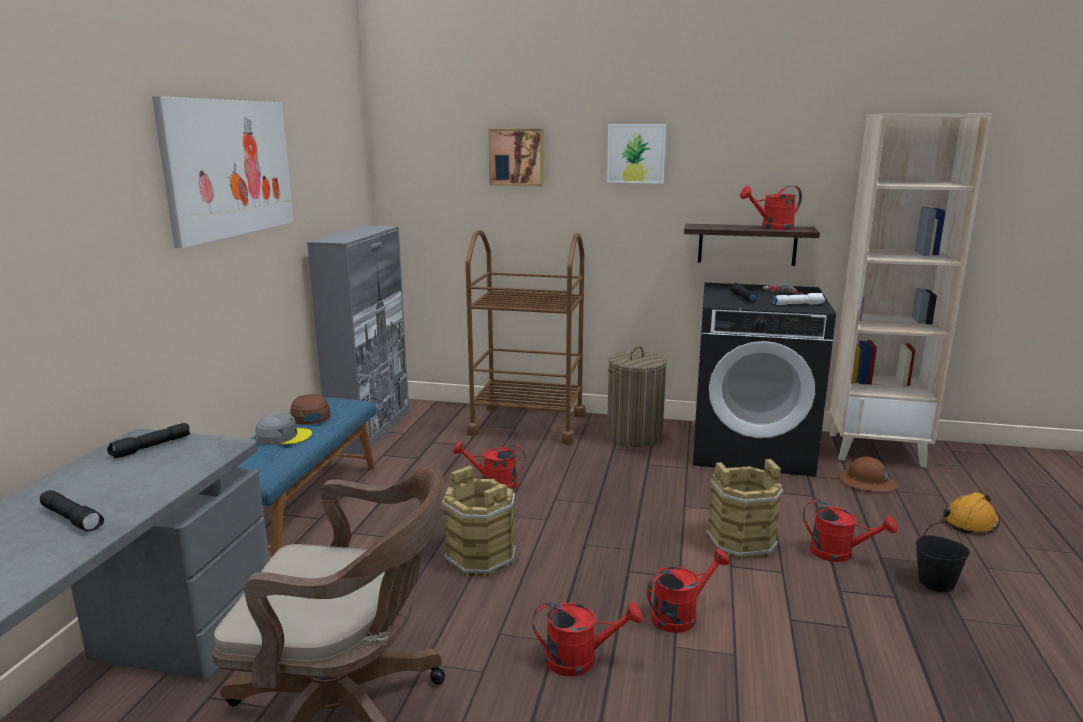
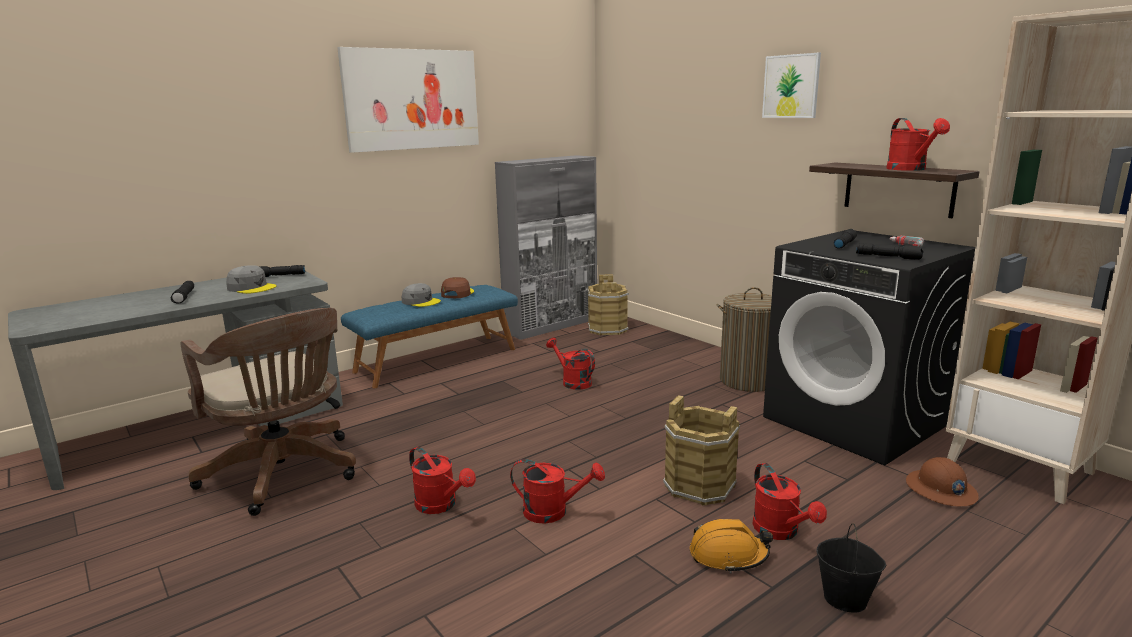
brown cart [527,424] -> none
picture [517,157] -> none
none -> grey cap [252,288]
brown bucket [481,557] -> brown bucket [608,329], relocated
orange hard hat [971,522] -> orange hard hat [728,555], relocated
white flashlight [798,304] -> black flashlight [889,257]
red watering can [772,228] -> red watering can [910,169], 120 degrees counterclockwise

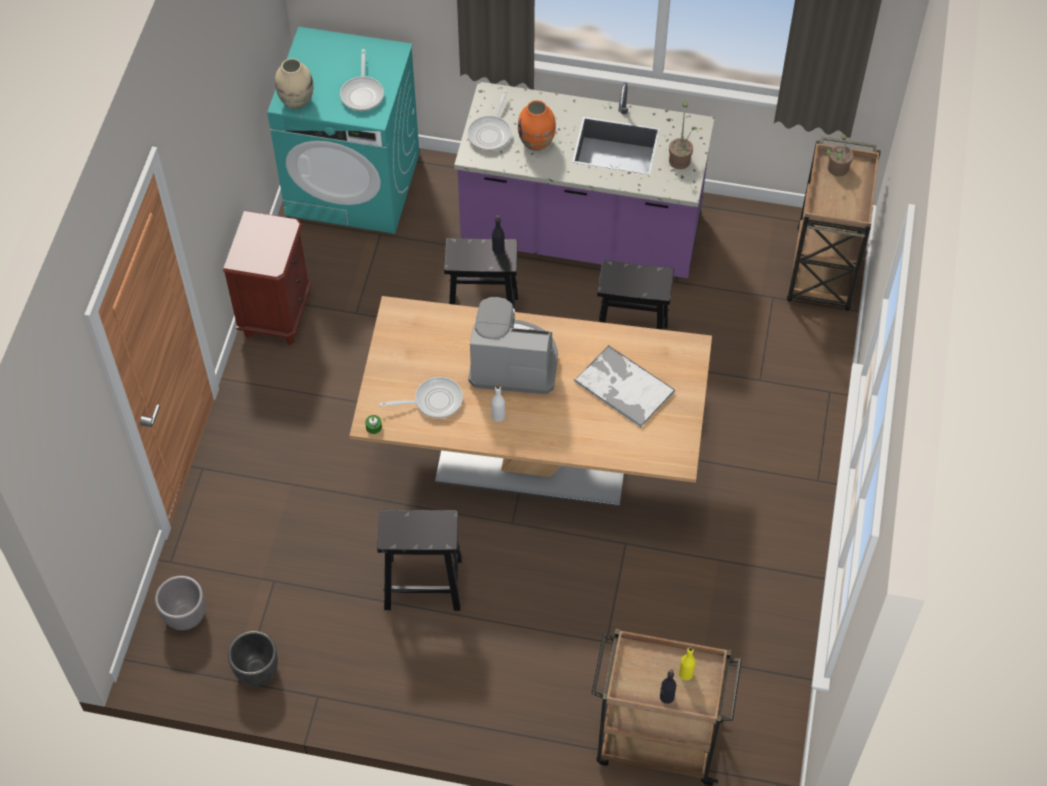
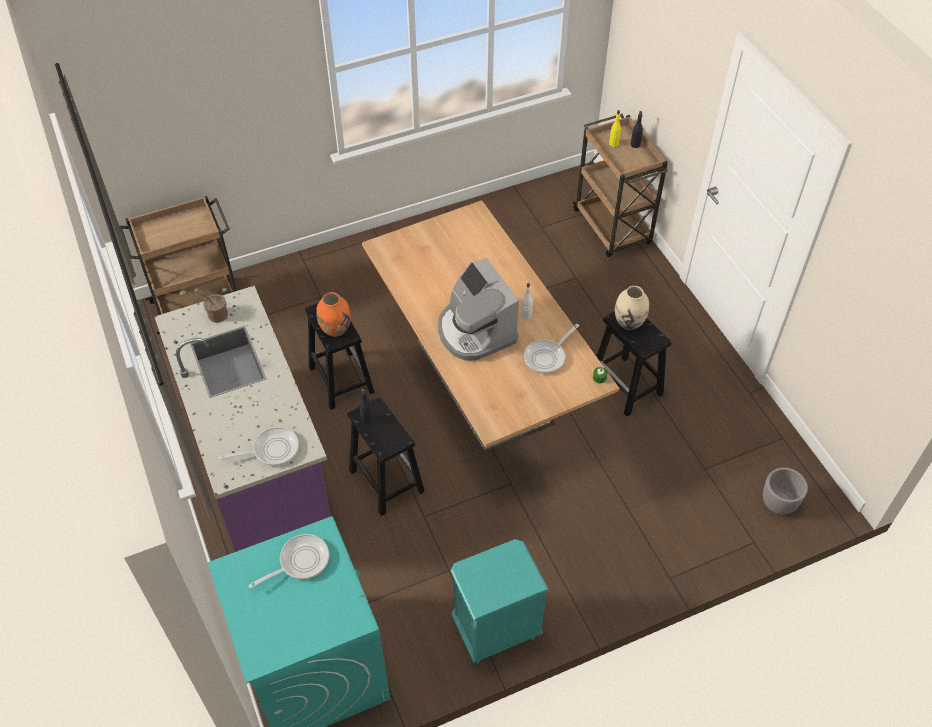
black planter [256,671] -> none
tray [623,386] -> none
potted plant [836,170] -> none
beige vase [296,102] -> beige vase [629,322], relocated
orange vase [537,143] -> orange vase [335,329], relocated
brown nightstand [276,313] -> turquoise nightstand [495,629]
frying pan [434,401] -> frying pan [547,357], 90 degrees counterclockwise

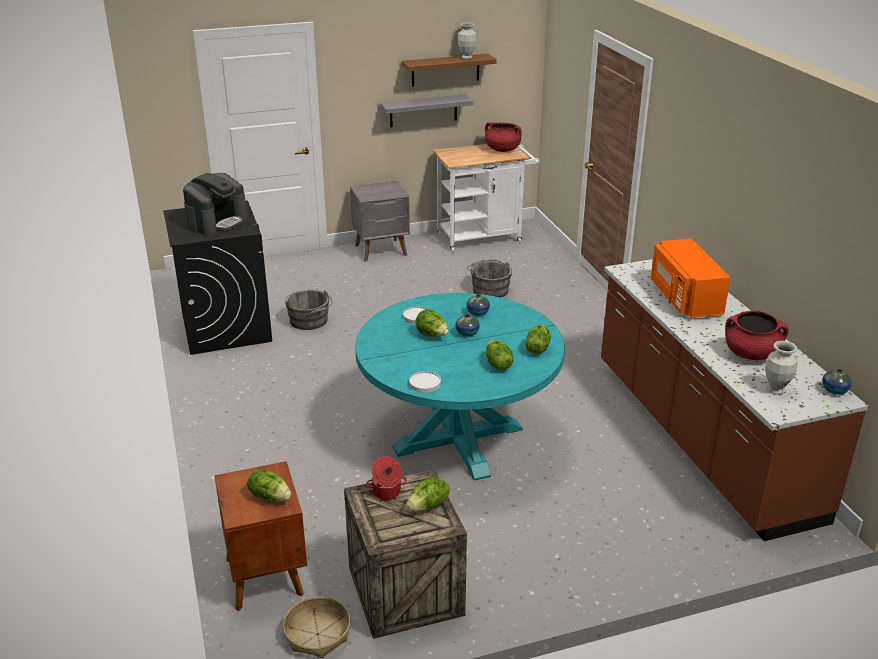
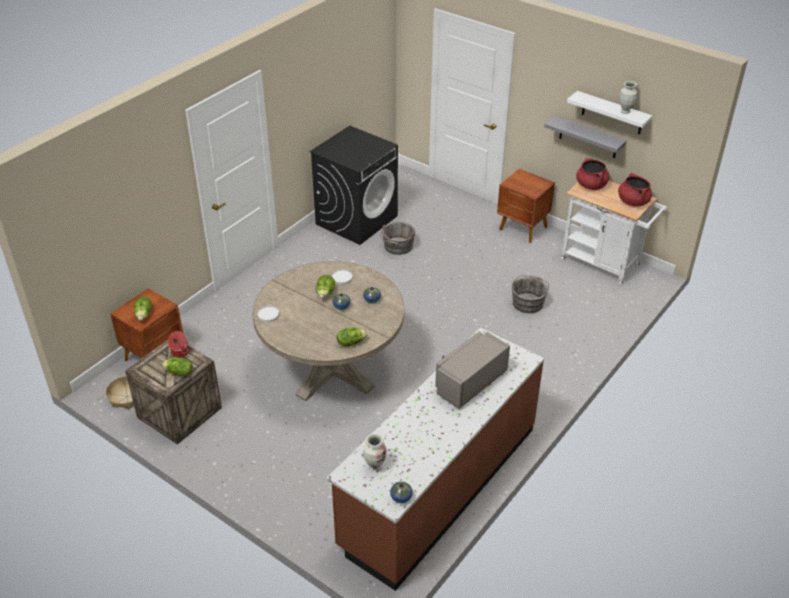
coffee machine [217,222] -> none
lettuce [497,365] -> none
red cooking pot [751,354] -> red cooking pot [591,185], relocated
grey nightstand [382,250] -> brown nightstand [523,229]
turquoise dining table [458,438] -> beige dining table [332,370]
brown shelf [445,70] -> white shelf [612,113]
orange microwave [684,298] -> grey microwave [469,382]

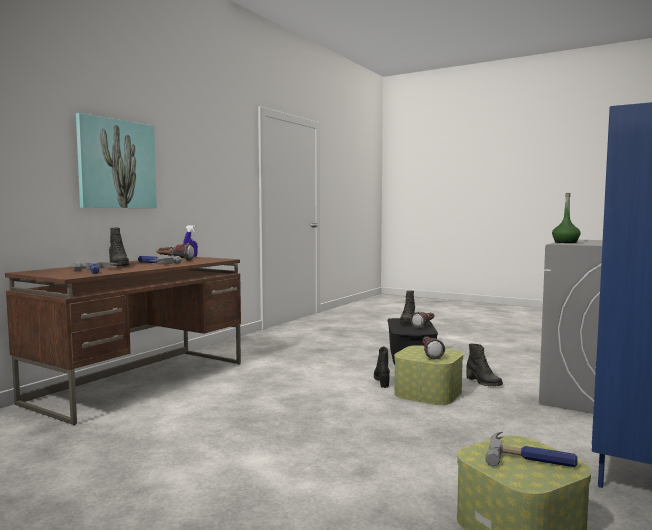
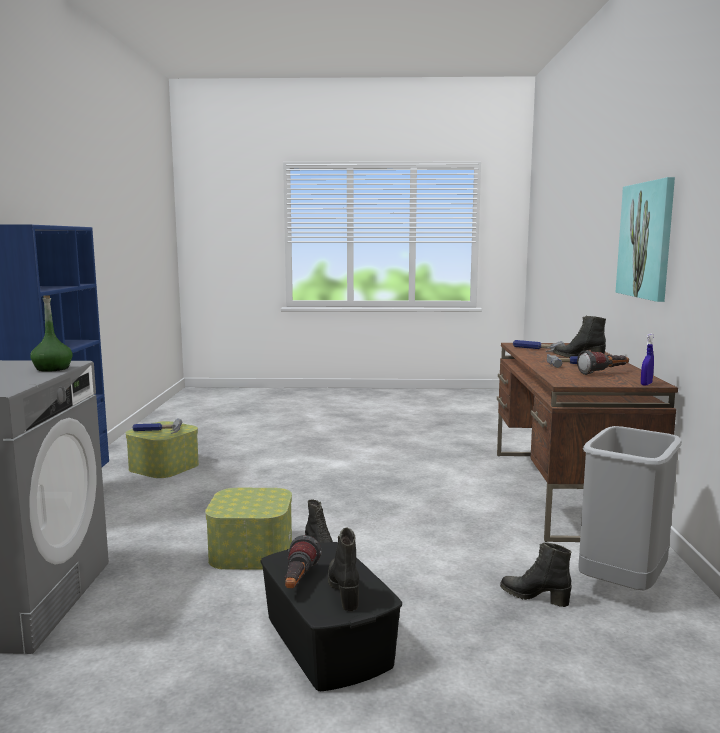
flashlight [429,354] -> none
none -> grey trash can [623,585]
black boot [483,382] -> black boot [534,597], relocated

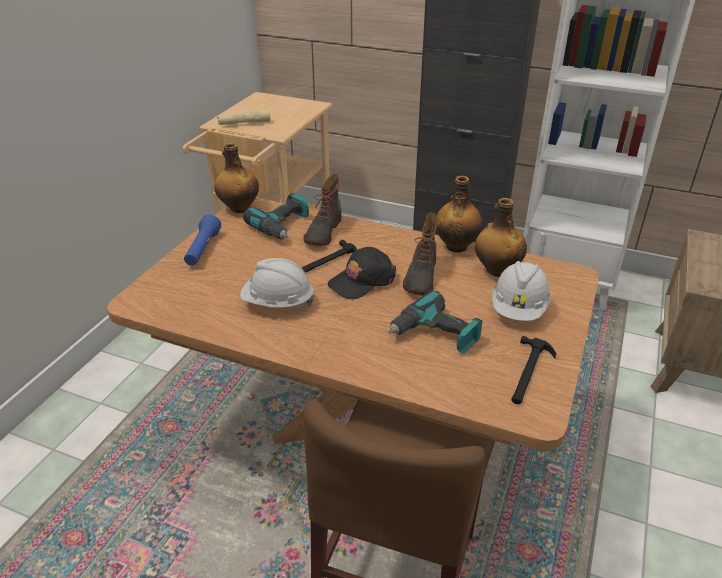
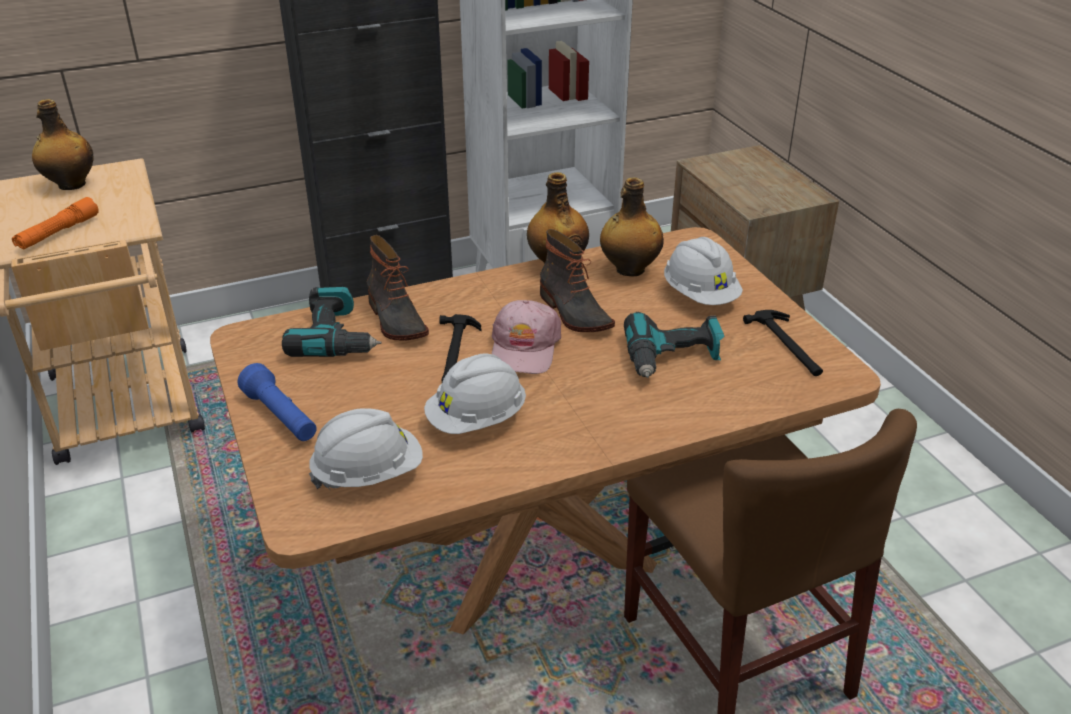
none -> white hard hat [368,473]
bottle [239,208] -> bottle [71,185], relocated
beige flashlight [244,123] -> orange flashlight [58,233]
black cap [362,280] -> pink cap [524,348]

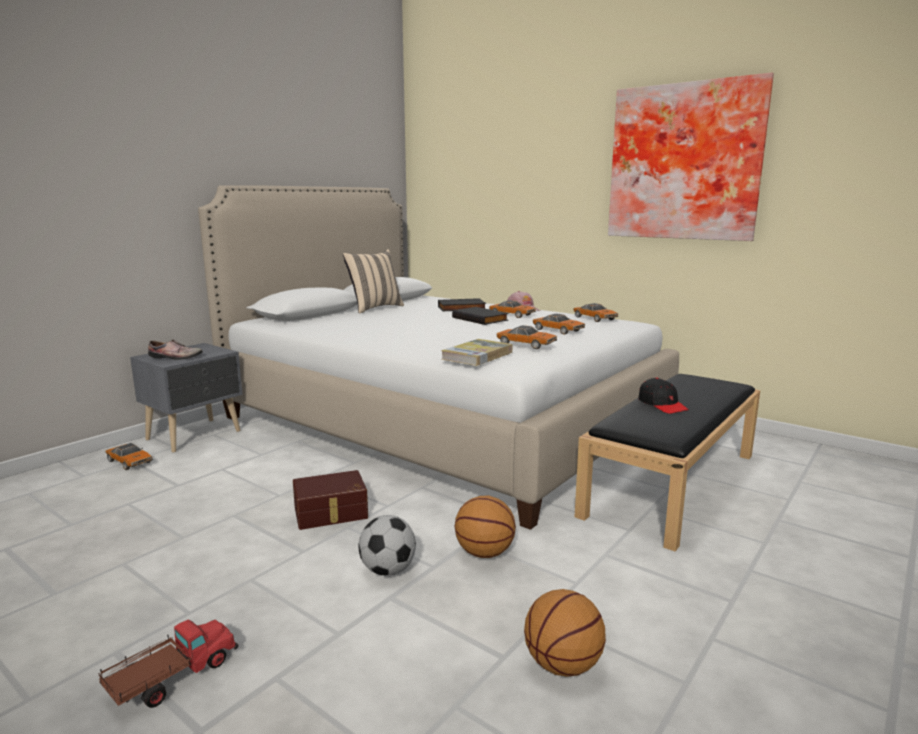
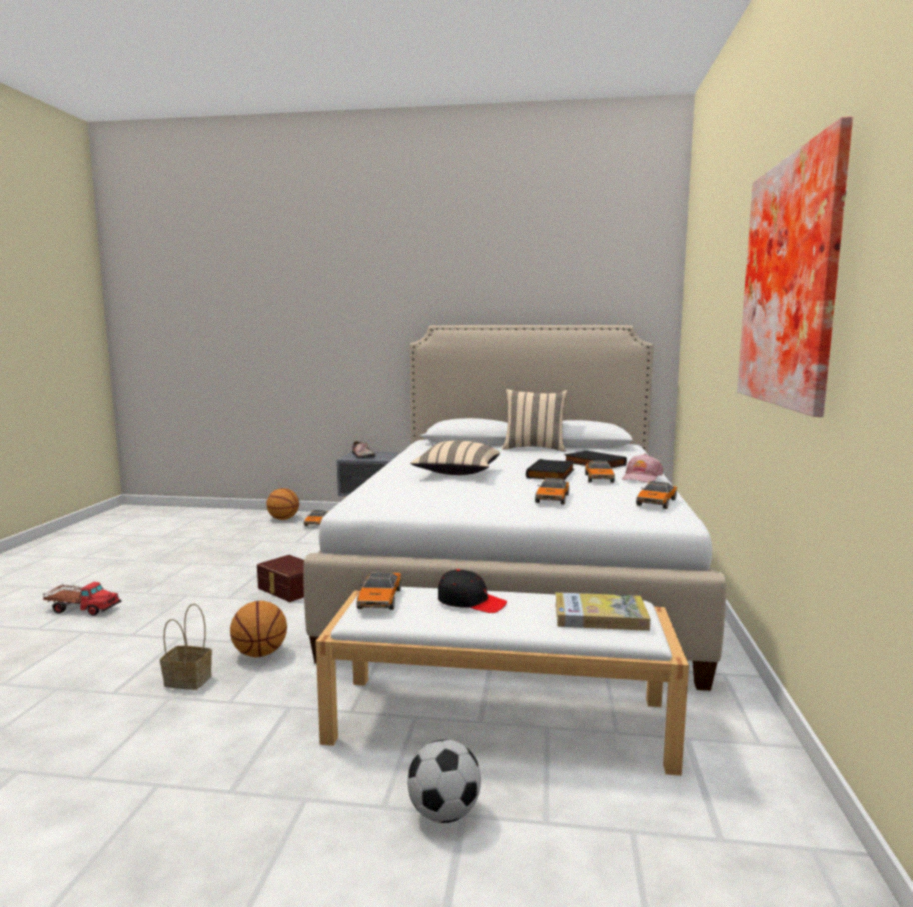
none -> basket [189,680]
none -> beige pillow [457,474]
football [387,570] -> football [444,813], relocated
book [477,355] -> book [600,616], relocated
toy car [526,344] -> toy car [379,599], relocated
basketball [562,664] -> basketball [283,519], relocated
black bench [671,482] -> white bench [501,720]
black cap [662,404] -> black cap [471,602], 105 degrees counterclockwise

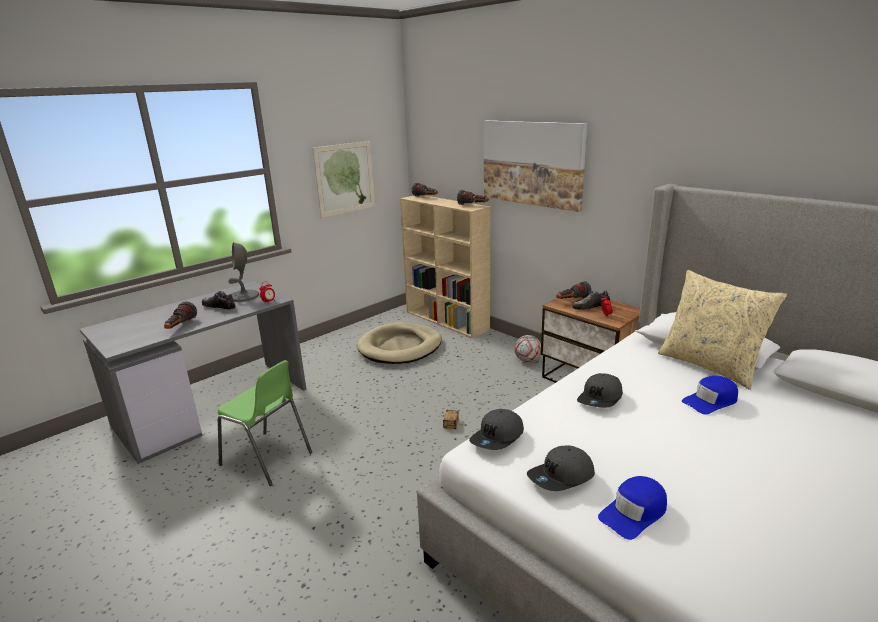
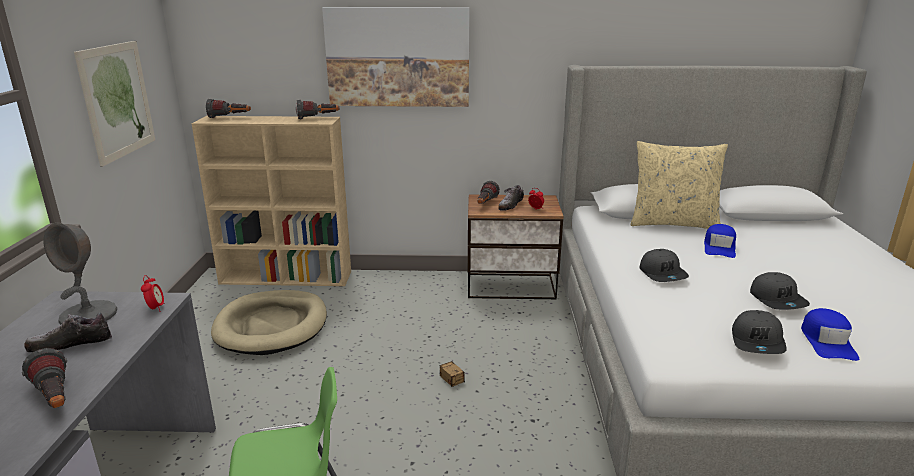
football [527,360] -> none
grey cap [498,438] -> grey cap [778,300], relocated

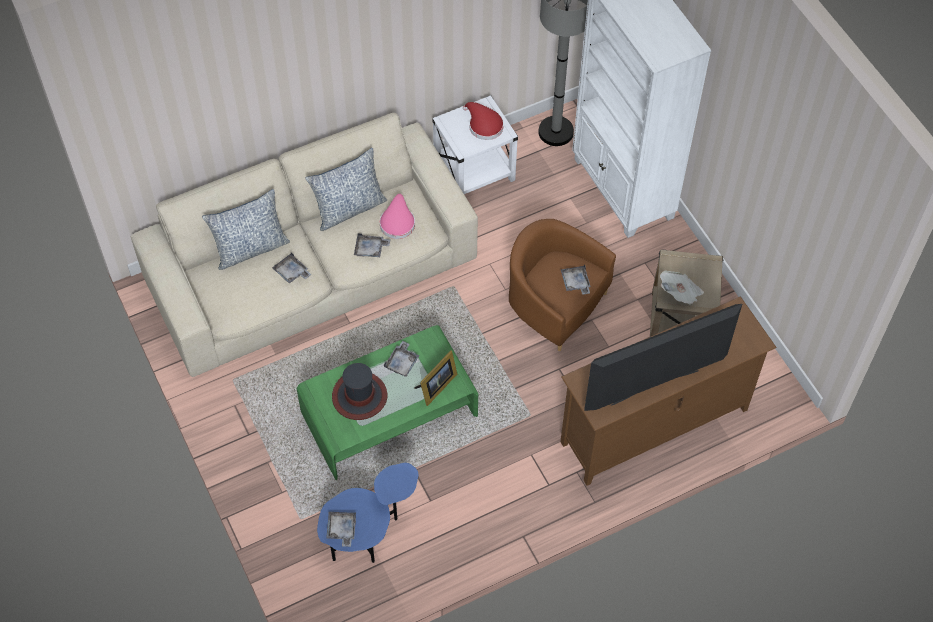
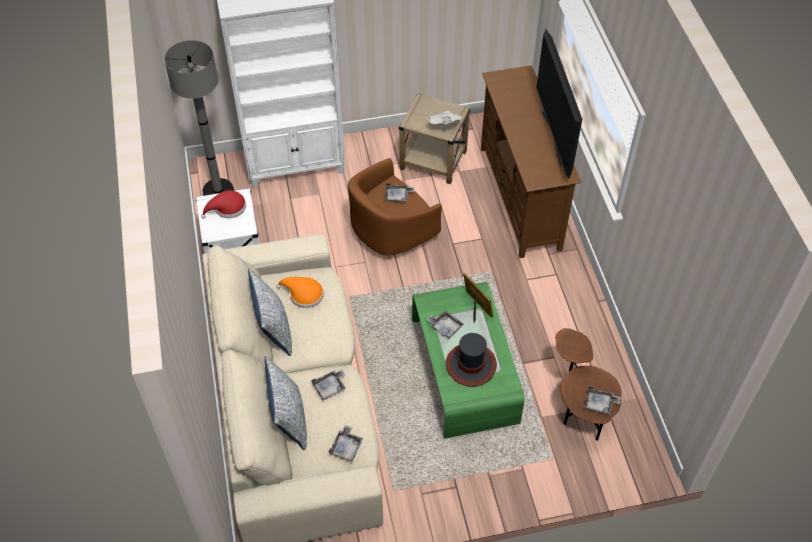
grey tray [370,249] -> grey tray [346,447], relocated
blue side table [368,536] -> brown side table [579,409]
pink hat [397,222] -> orange hat [303,294]

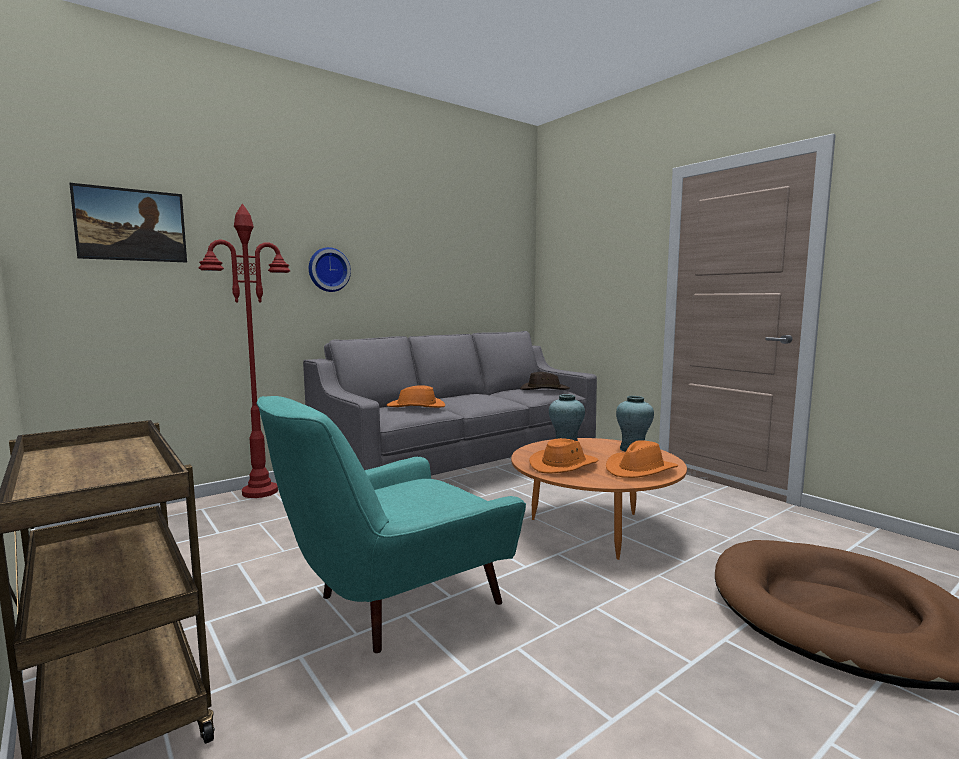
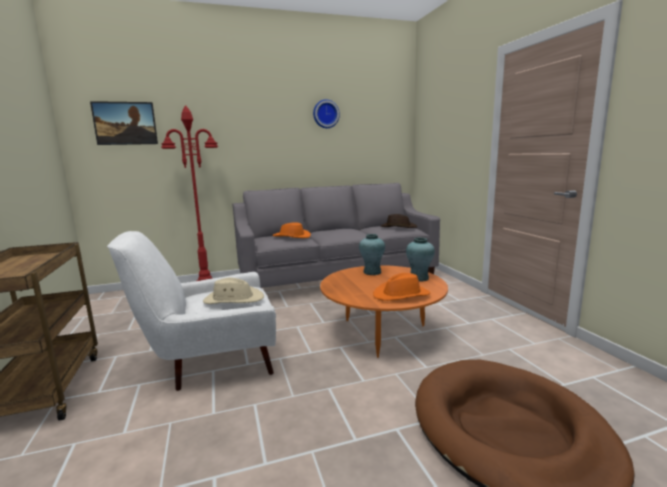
orange hat [564,465] -> none
none -> beige hat [233,299]
wall clock [328,270] -> wall clock [325,114], relocated
turquoise armchair [393,604] -> white armchair [212,363]

